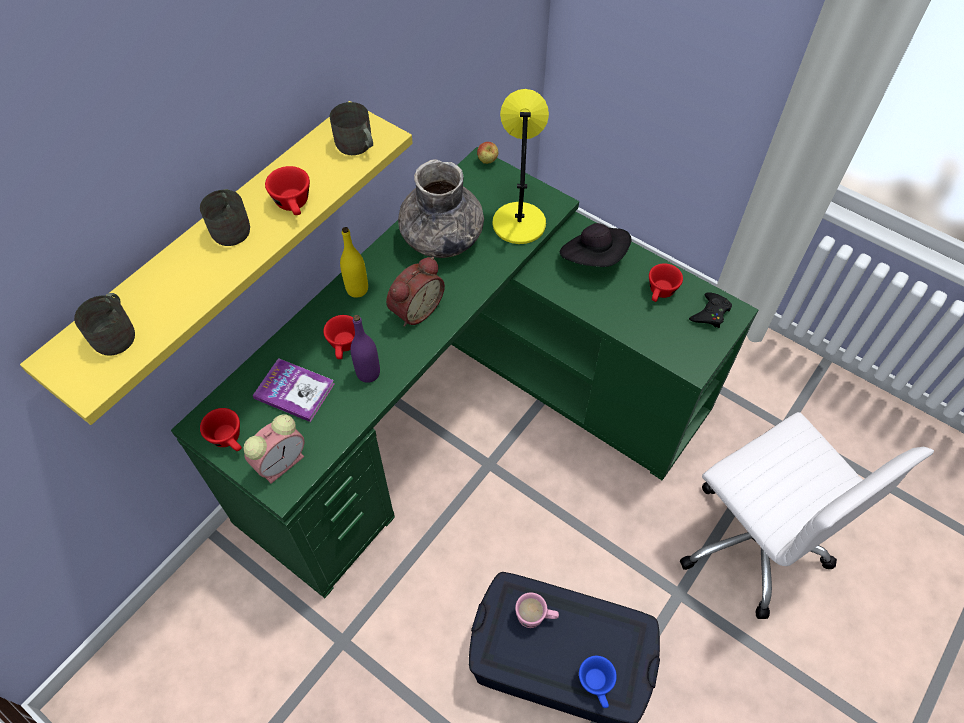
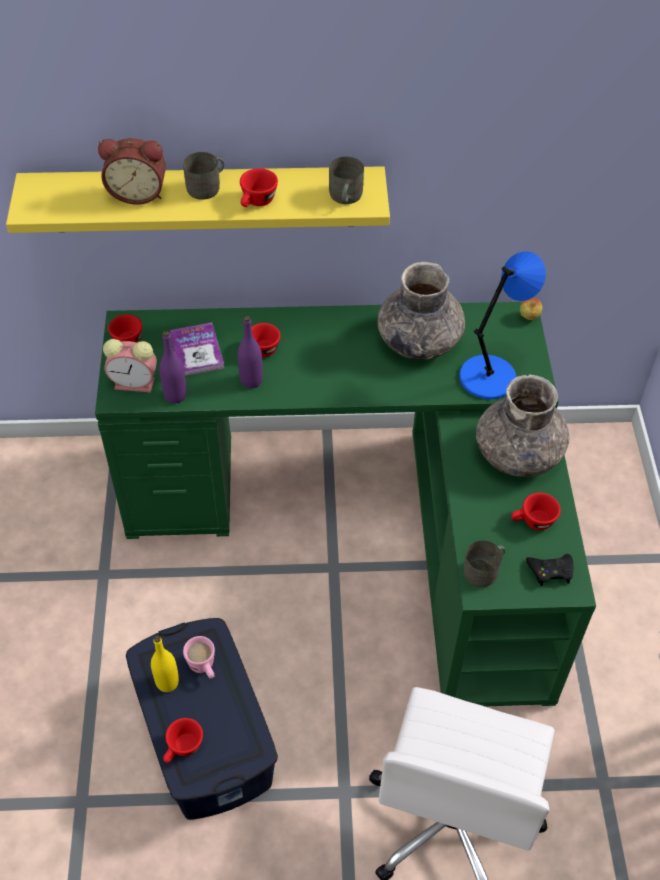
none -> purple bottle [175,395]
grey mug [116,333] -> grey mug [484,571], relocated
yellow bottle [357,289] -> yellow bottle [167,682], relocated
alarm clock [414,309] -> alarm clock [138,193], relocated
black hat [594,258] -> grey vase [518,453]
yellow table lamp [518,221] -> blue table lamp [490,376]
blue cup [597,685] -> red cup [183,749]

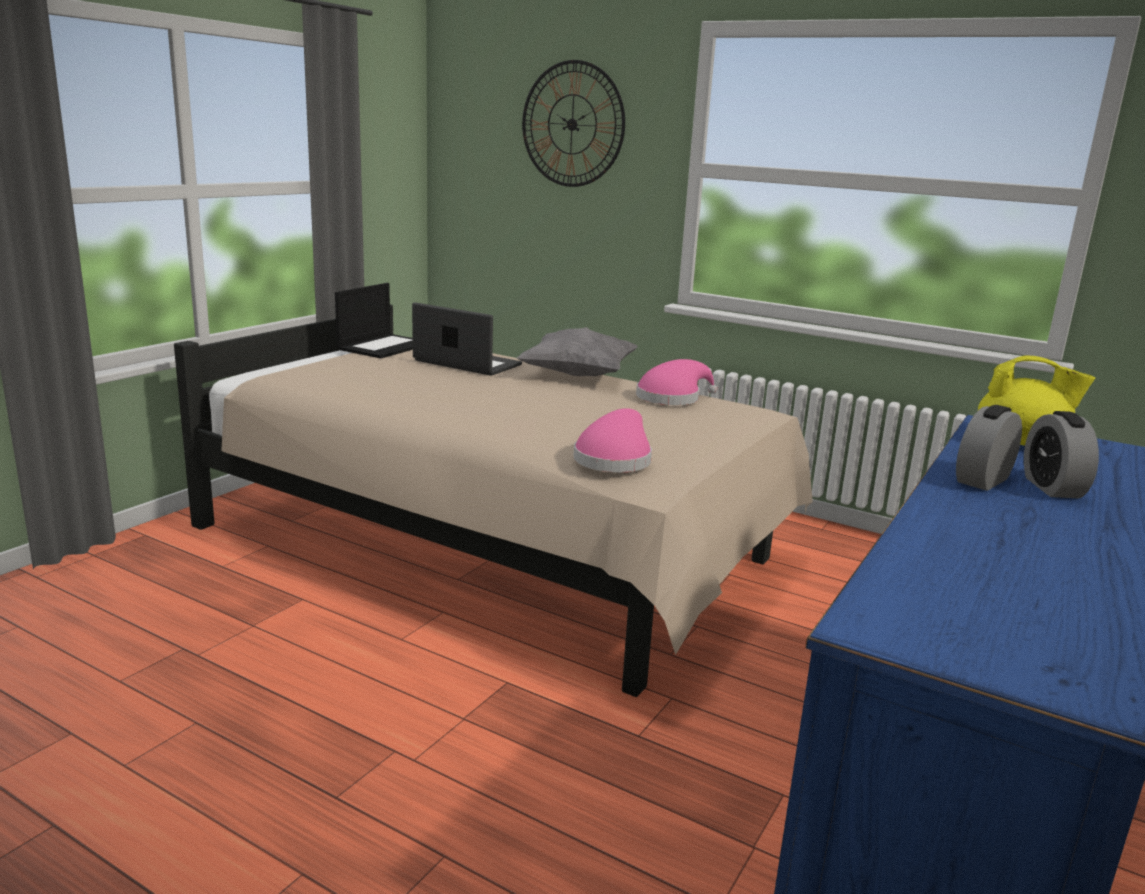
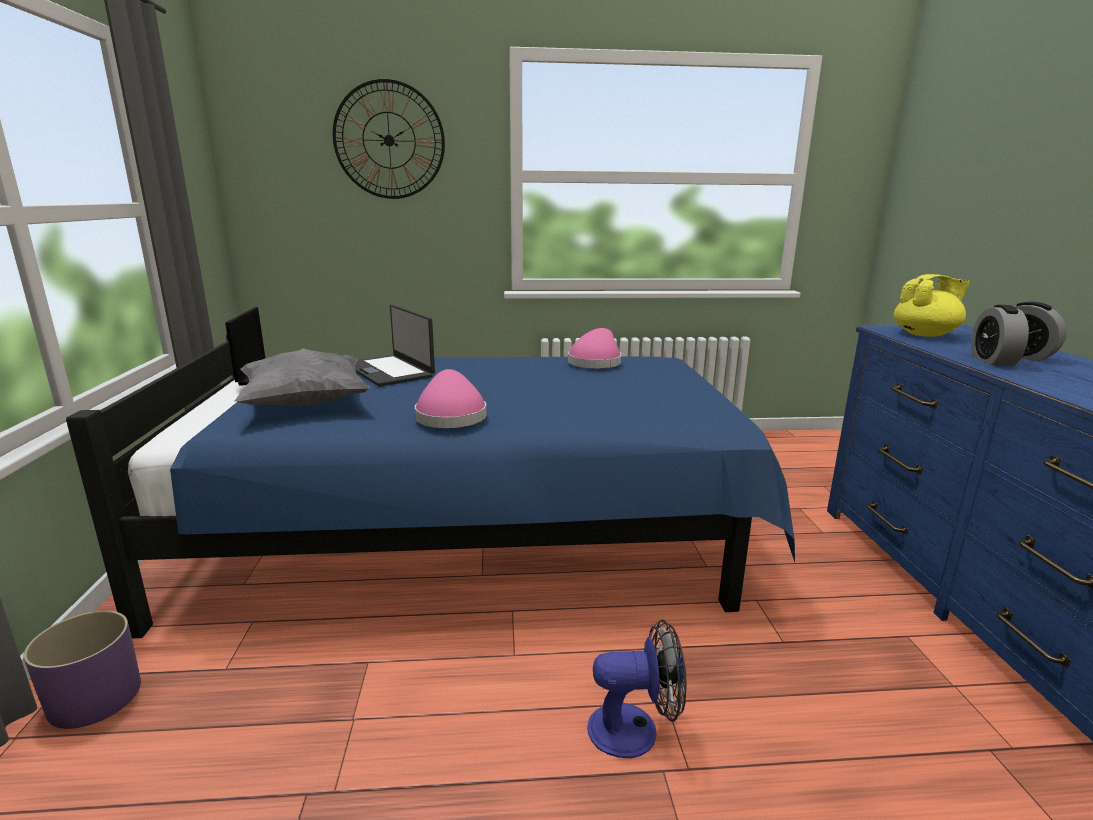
none -> purple planter [95,698]
none -> fan [635,729]
grey pillow [577,375] -> grey pillow [306,404], relocated
pink hat [614,459] -> pink hat [450,416], relocated
beige bed [497,548] -> blue bed [475,534]
laptop [466,363] -> laptop [390,371], 120 degrees counterclockwise

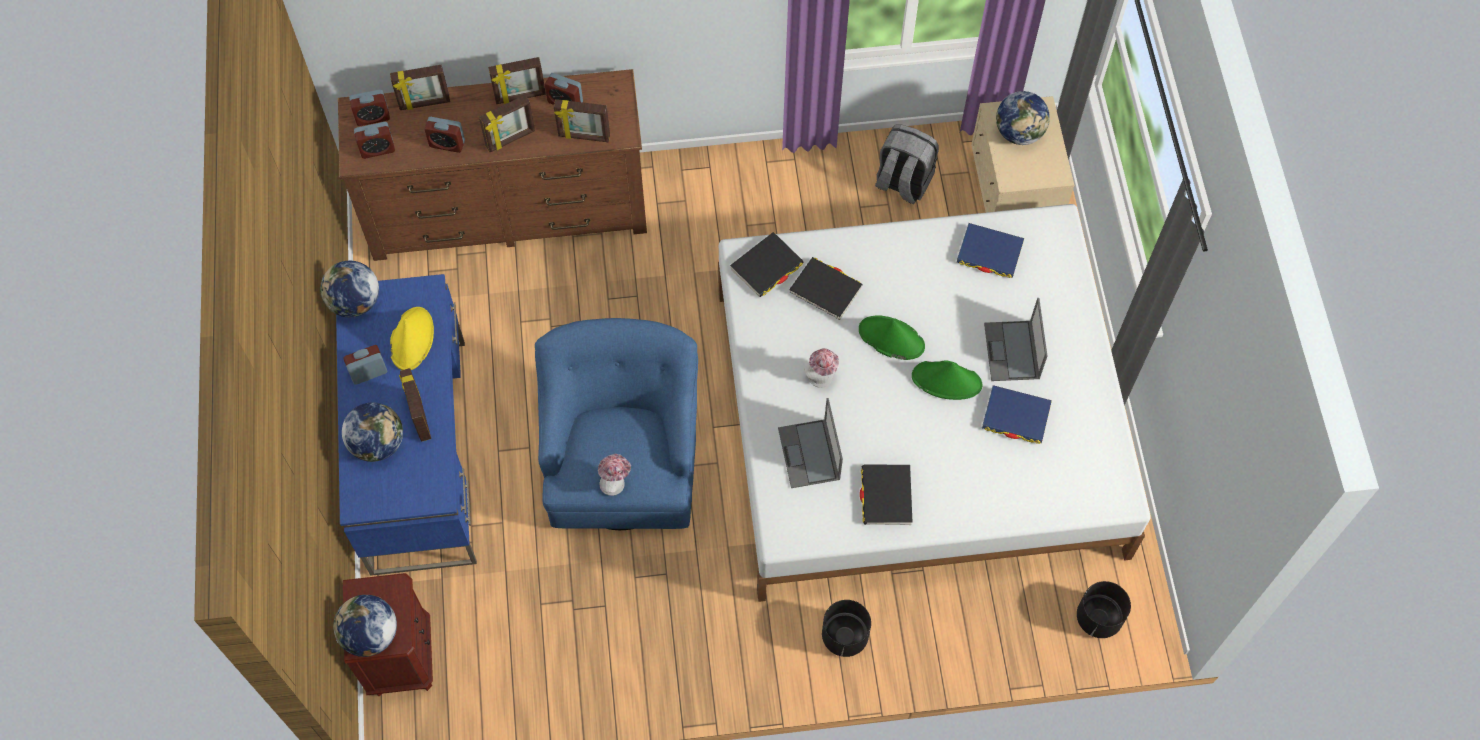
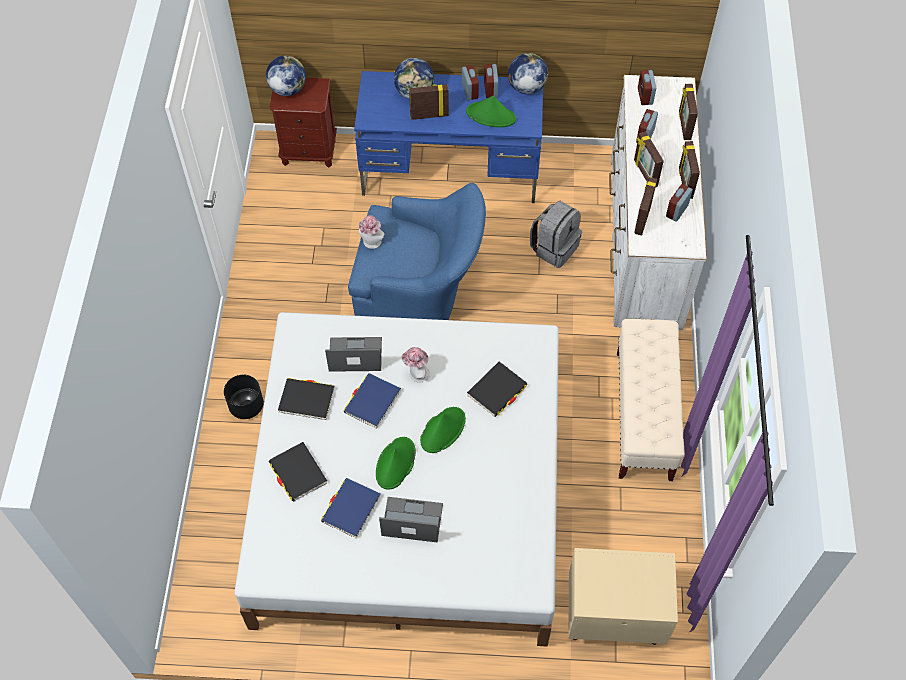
globe [1019,133] -> none
black planter [1098,618] -> none
none -> beige bench [643,416]
alarm clock [372,117] -> alarm clock [490,89], relocated
black book [766,267] -> black book [298,473], relocated
grey backpack [902,182] -> grey backpack [554,248], relocated
blue book [989,253] -> blue book [372,402], relocated
brown dresser [508,210] -> white dresser [645,240]
yellow hat [412,339] -> green hat [491,115]

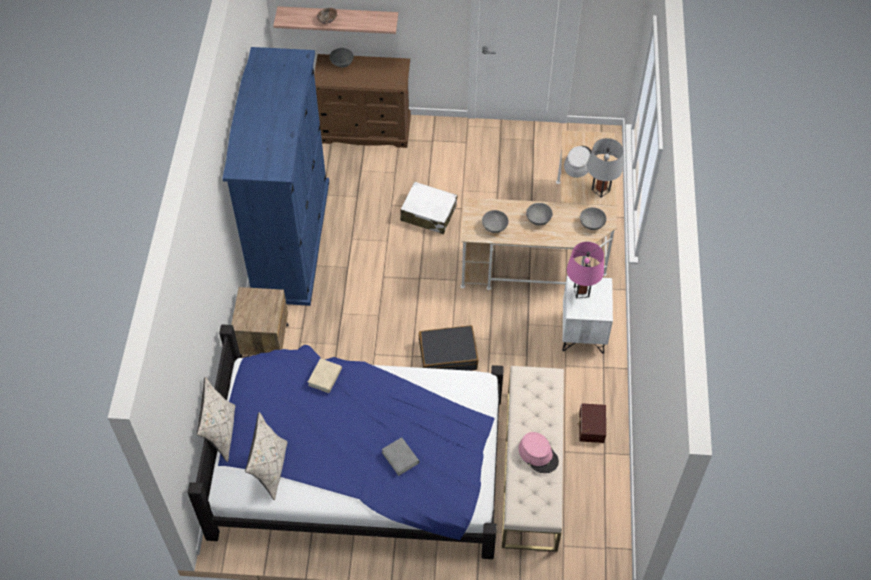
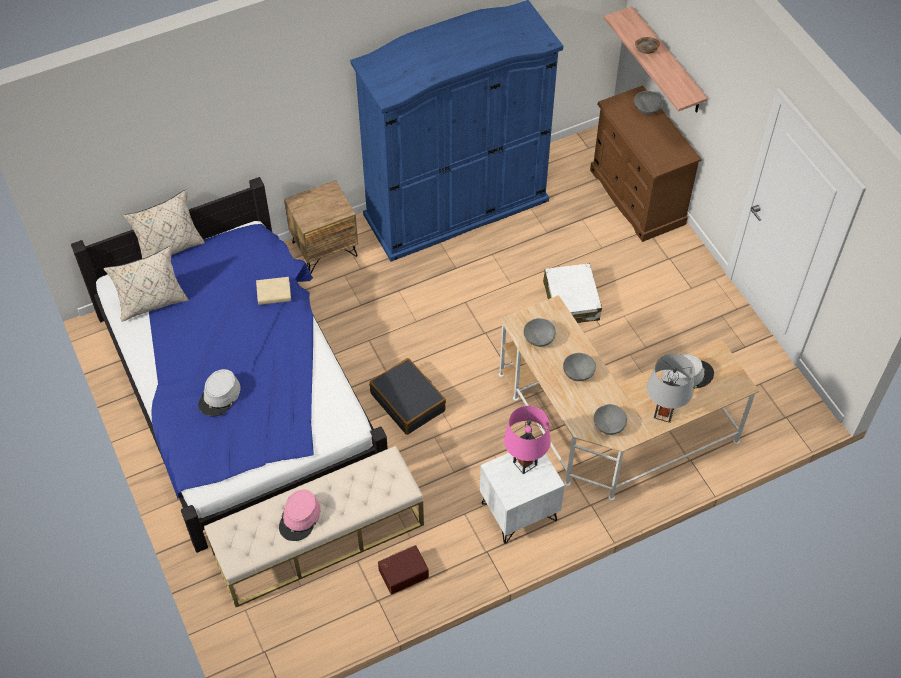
grey book [400,458] -> grey hat [219,396]

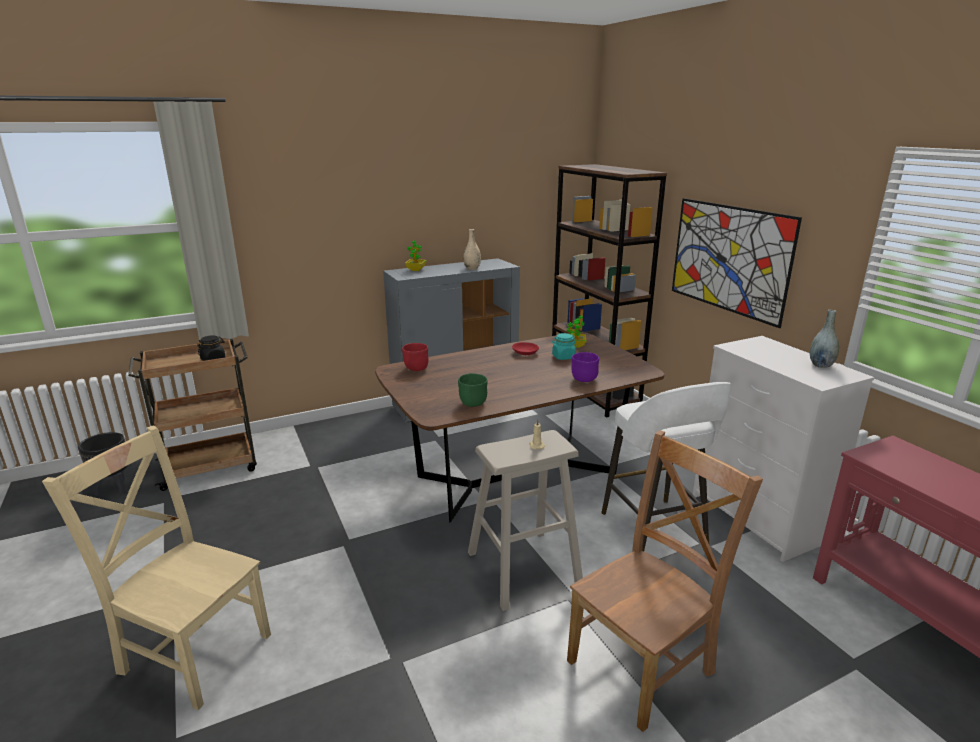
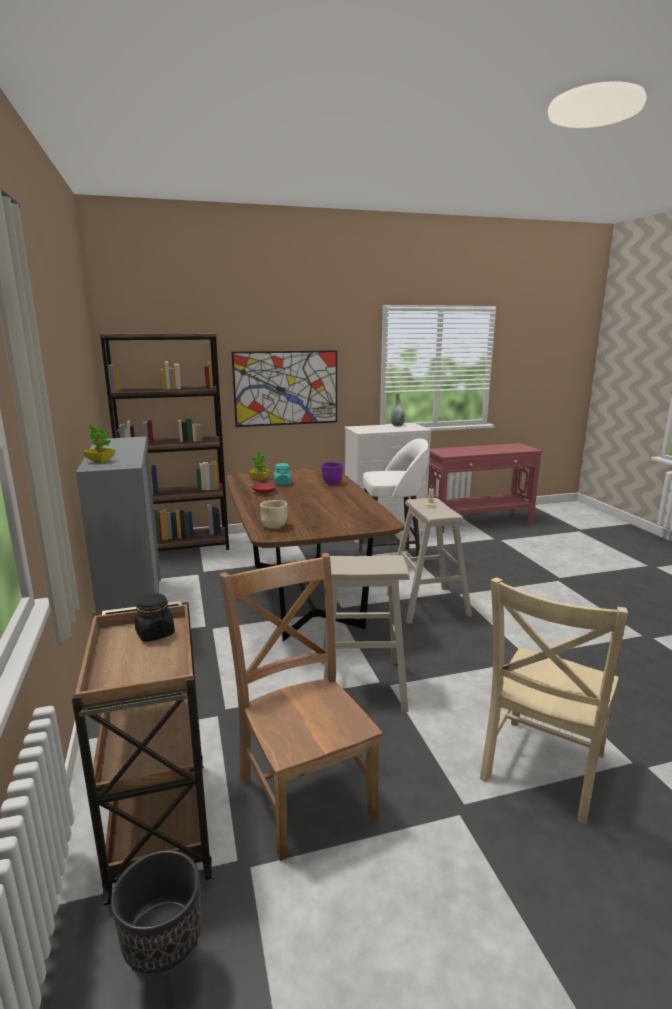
green bowl [472,403] -> none
beige vase [472,268] -> none
none -> beige stool [361,685]
brown chair [644,663] -> brown chair [304,792], relocated
red bowl [416,369] -> beige bowl [274,526]

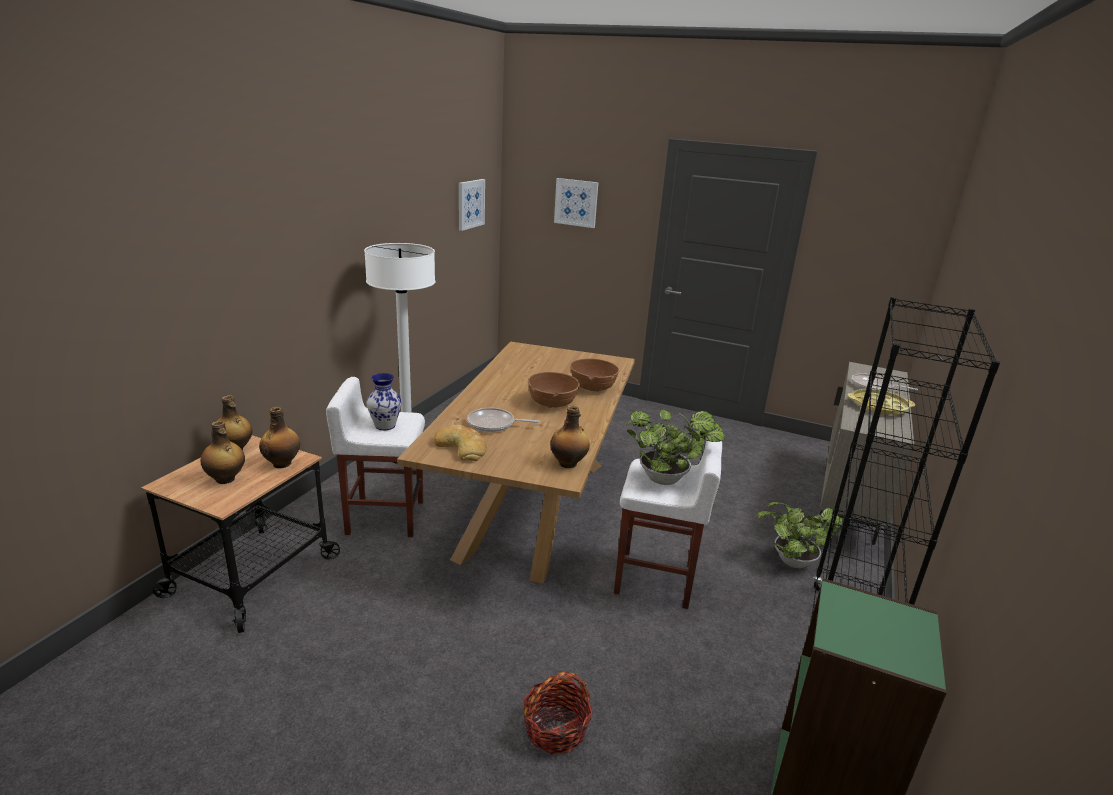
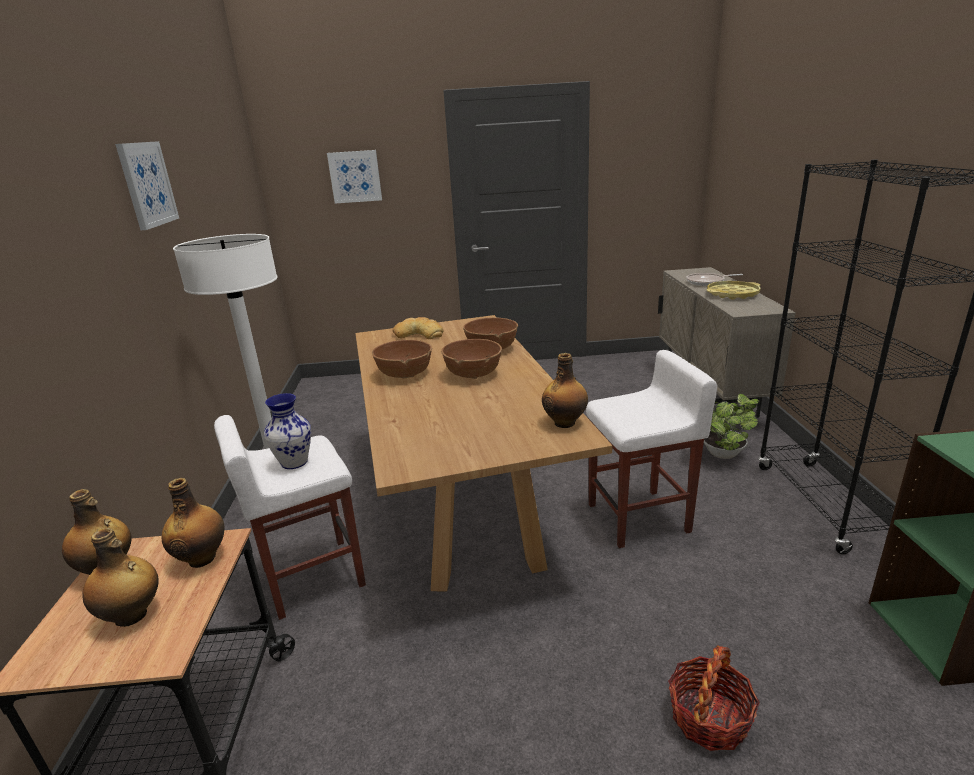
frying pan [494,424] -> none
potted plant [667,479] -> none
none -> brown bowl [405,374]
bread [462,447] -> bread [419,334], relocated
picture [470,204] -> picture [147,184], relocated

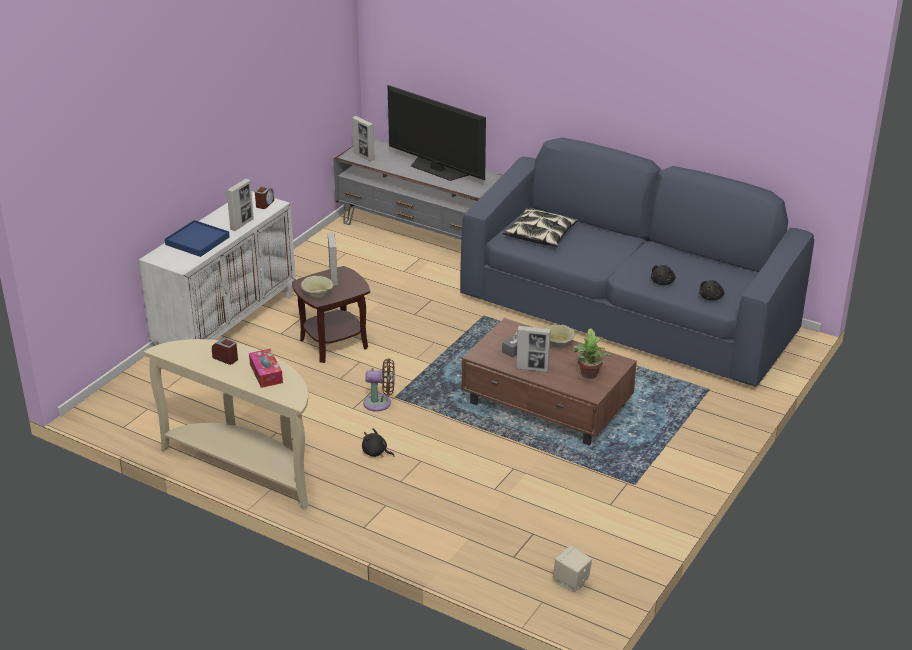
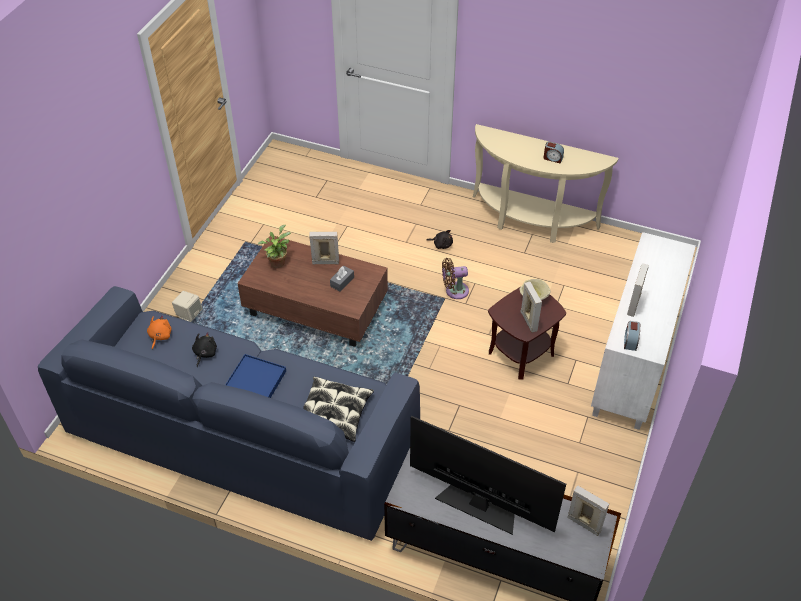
tissue box [266,374] -> none
beige bowl [557,344] -> none
blue tray [197,241] -> blue tray [255,381], relocated
beige speaker [571,582] -> beige speaker [189,315], relocated
black plush toy [711,297] -> orange plush toy [160,336]

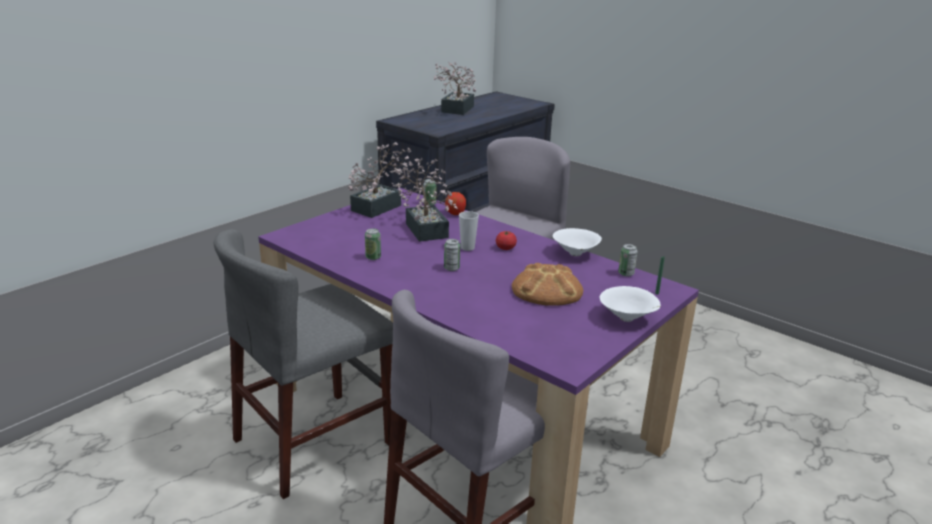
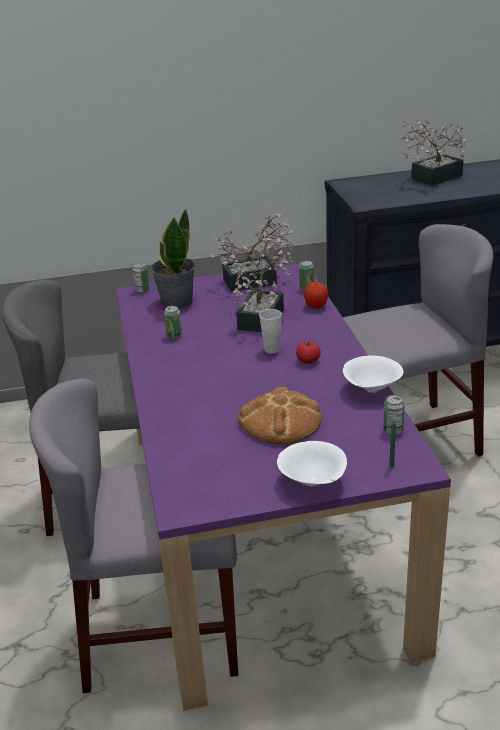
none -> potted plant [176,302]
can [451,268] -> can [142,290], relocated

